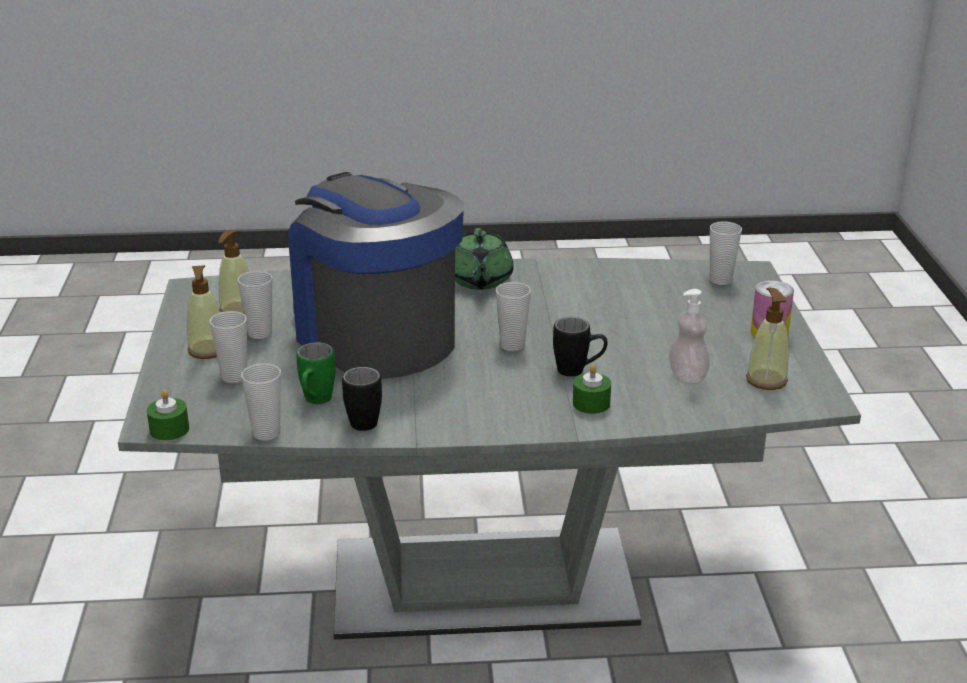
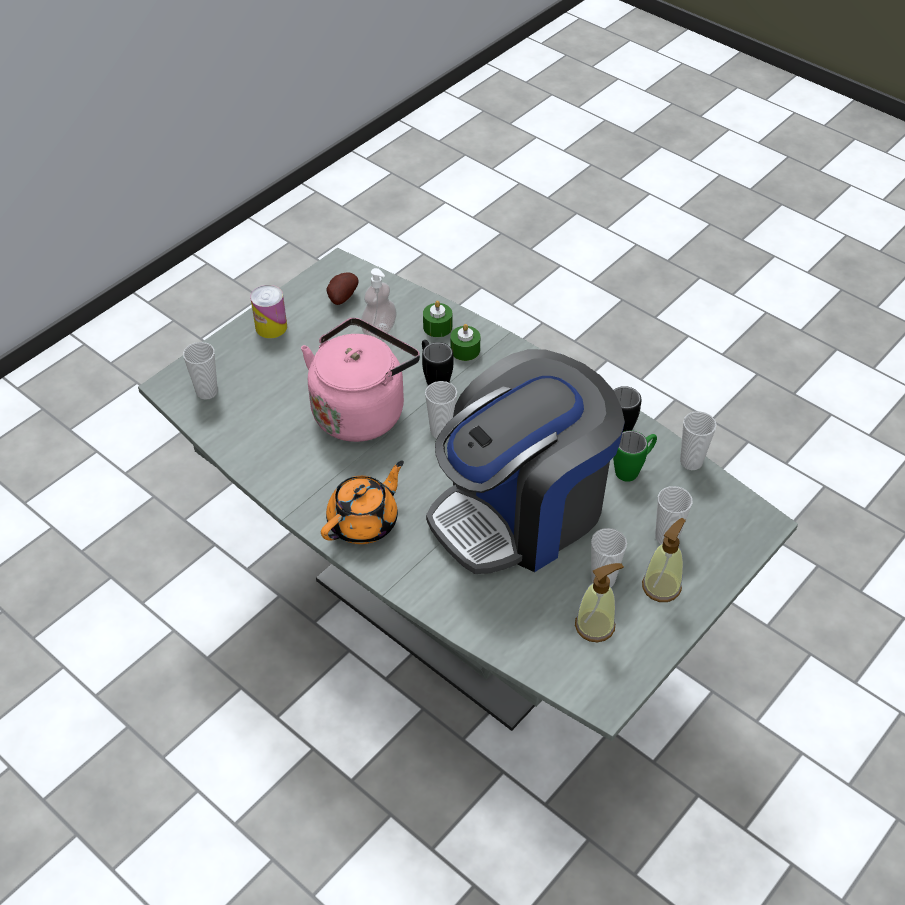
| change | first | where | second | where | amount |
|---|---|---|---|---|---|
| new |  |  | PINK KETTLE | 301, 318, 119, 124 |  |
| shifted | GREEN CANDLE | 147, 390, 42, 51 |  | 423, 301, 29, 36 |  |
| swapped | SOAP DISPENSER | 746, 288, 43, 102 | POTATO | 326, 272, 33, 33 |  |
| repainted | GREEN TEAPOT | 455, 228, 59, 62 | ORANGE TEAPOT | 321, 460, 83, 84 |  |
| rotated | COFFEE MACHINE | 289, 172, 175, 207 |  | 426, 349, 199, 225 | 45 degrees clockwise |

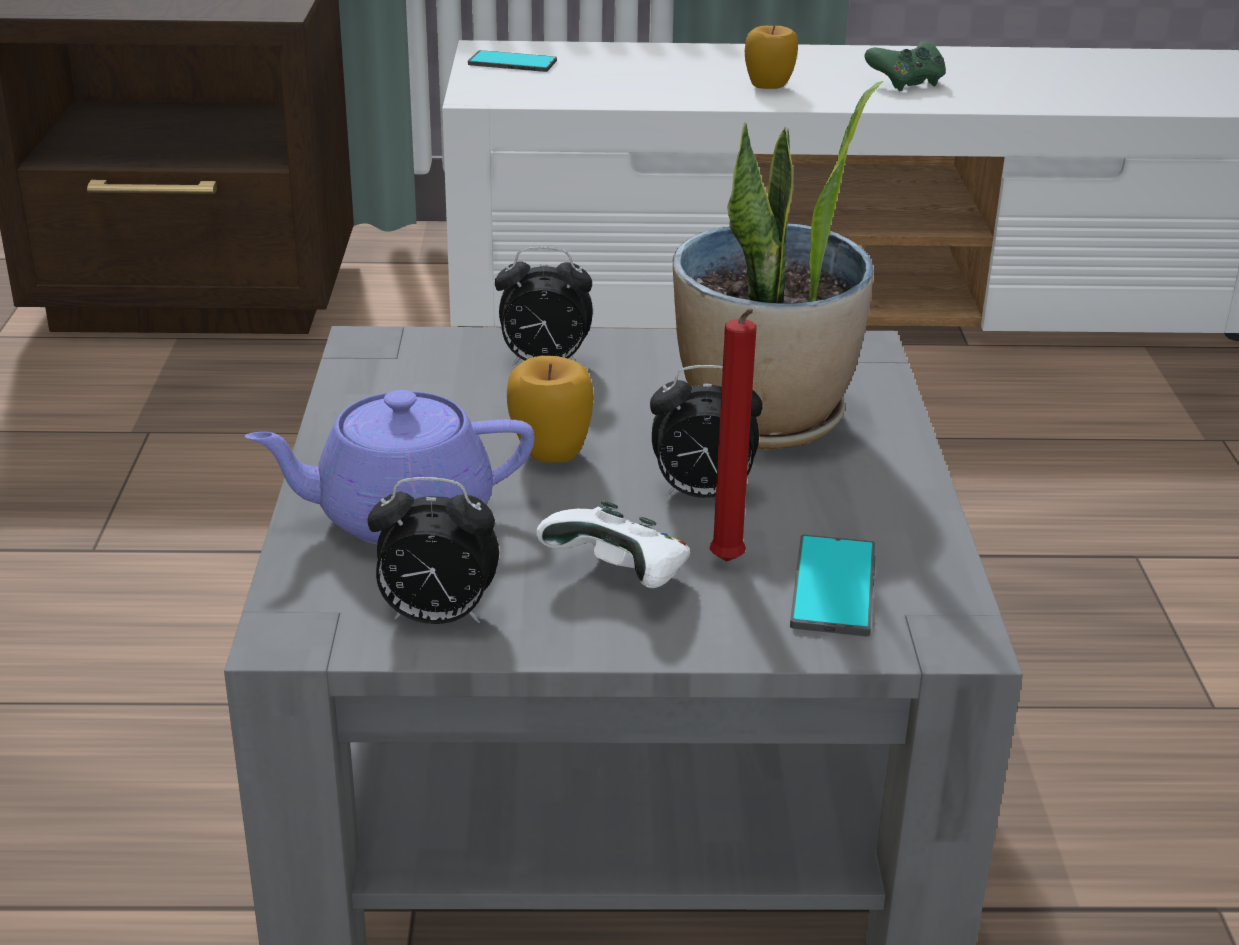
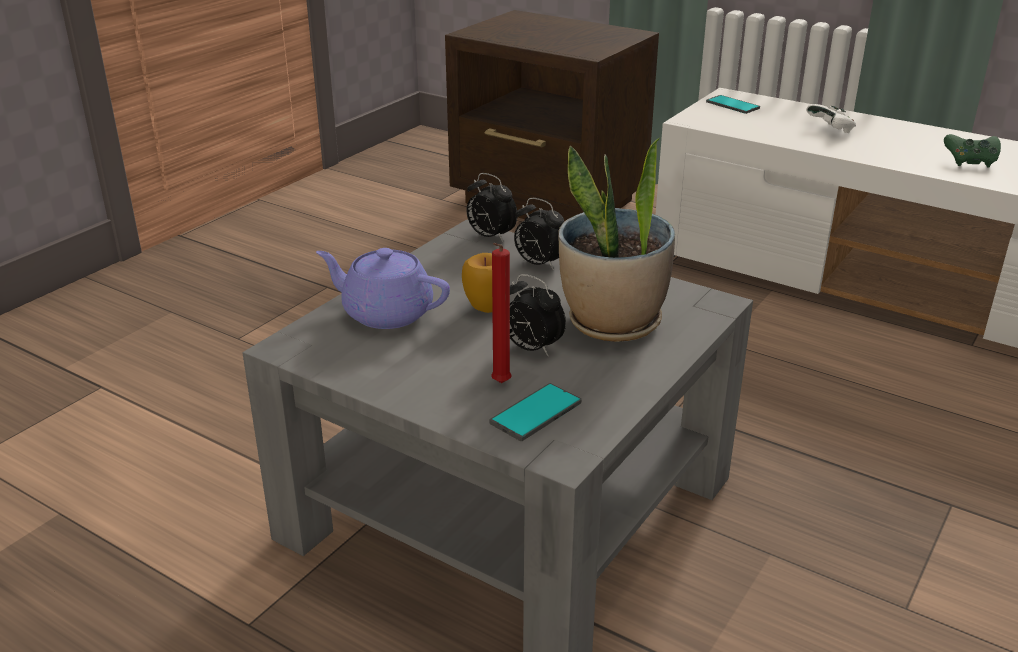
| change | first | where | second | where | amount |
|---|---|---|---|---|---|
| gone | APPLE | 745, 26, 53, 63 |  |  |  |
| shifted | ALARM CLOCK | 367, 477, 132, 147 |  | 466, 173, 51, 69 |  |
| shifted | WHITE GAME CONTROLLER | 536, 501, 154, 87 |  | 806, 104, 50, 29 |  |

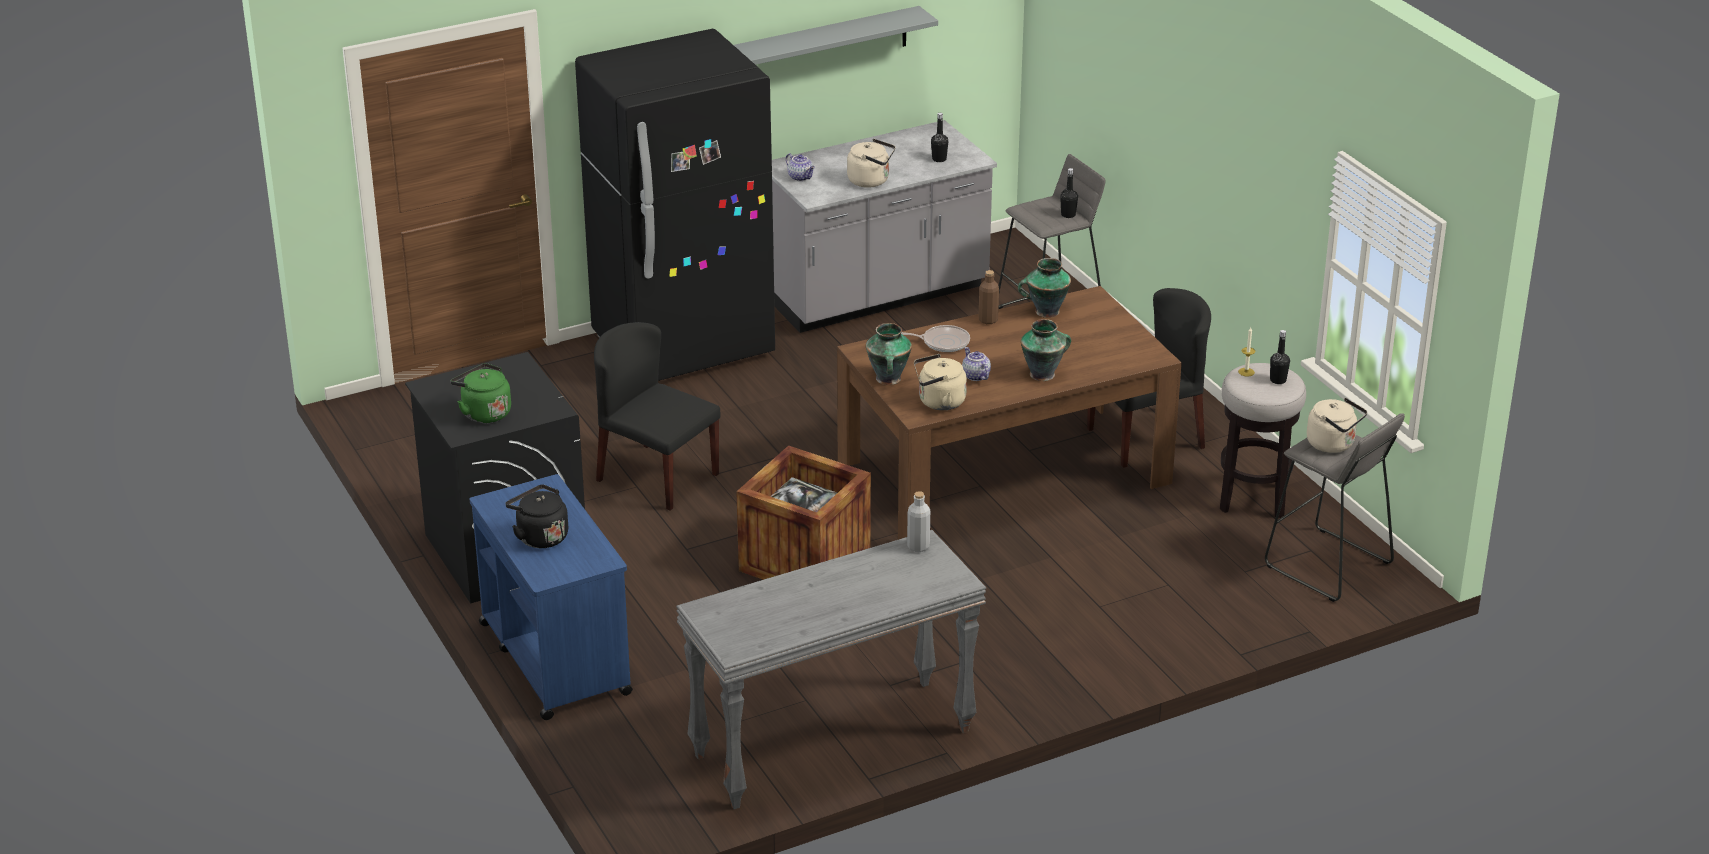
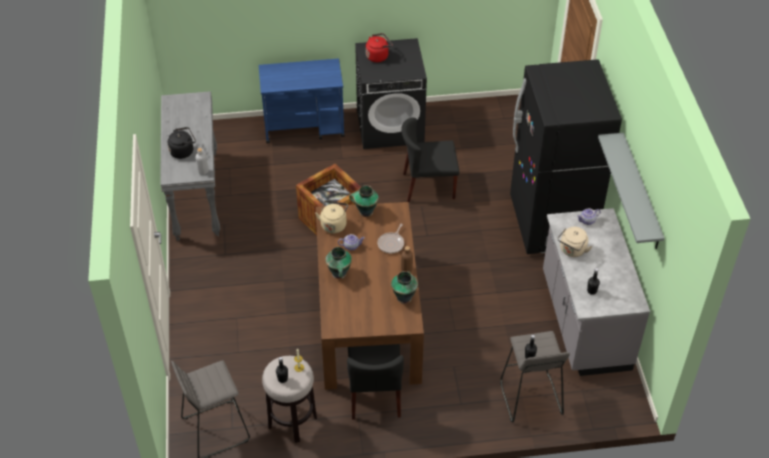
| change | first | where | second | where | amount |
|---|---|---|---|---|---|
| gone | BEIGE KETTLE | 1307, 398, 60, 55 |  |  |  |
| shifted | BLACK KETTLE | 505, 484, 63, 64 |  | 168, 127, 28, 32 |  |
| repainted | GREEN KETTLE | 450, 363, 61, 60 | RED KETTLE | 366, 33, 27, 29 |  |
| rotated | BLACK CHAIR | 594, 322, 126, 189 |  | 401, 117, 58, 85 | 150 degrees counterclockwise |

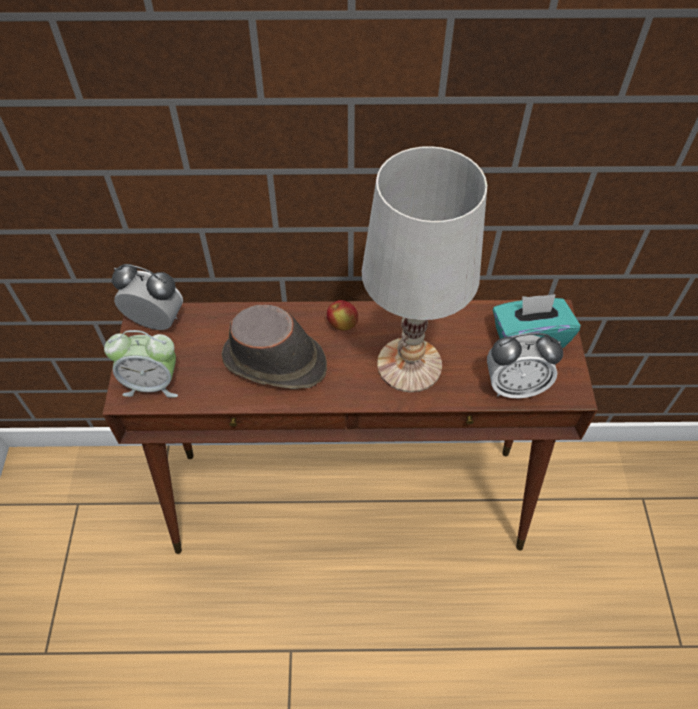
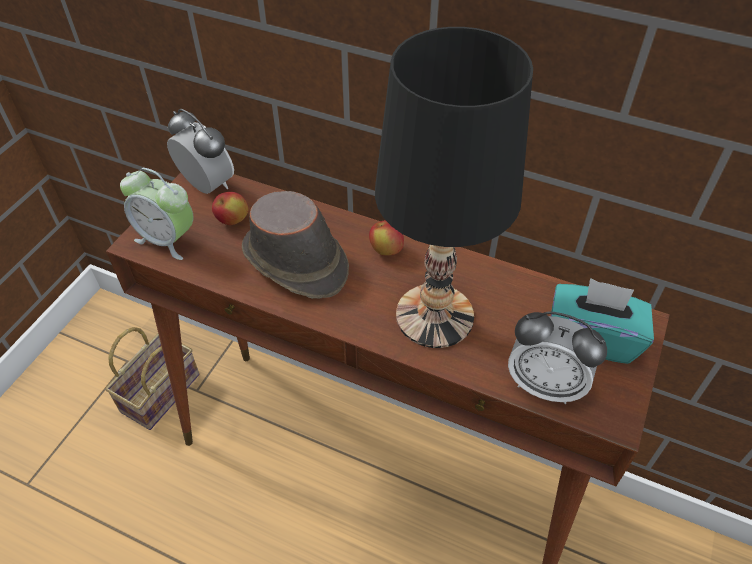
| change | first | where | second | where | amount |
|---|---|---|---|---|---|
| new |  |  | BASKET | 106, 327, 93, 103 |  |
| new |  |  | APPLE | 212, 192, 36, 33 |  |
| repainted | WHITE TABLE LAMP | 362, 146, 125, 246 | BLACK TABLE LAMP | 375, 27, 158, 321 |  |

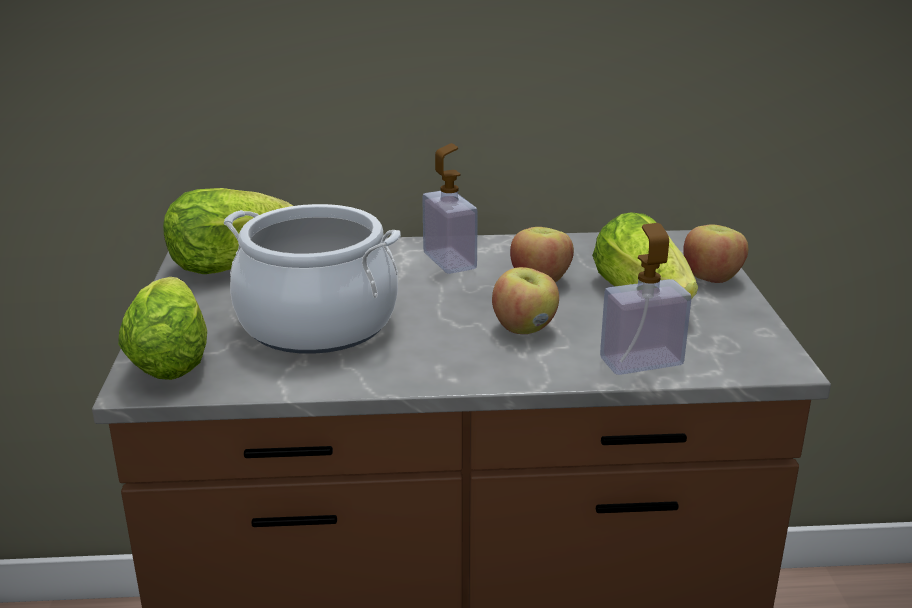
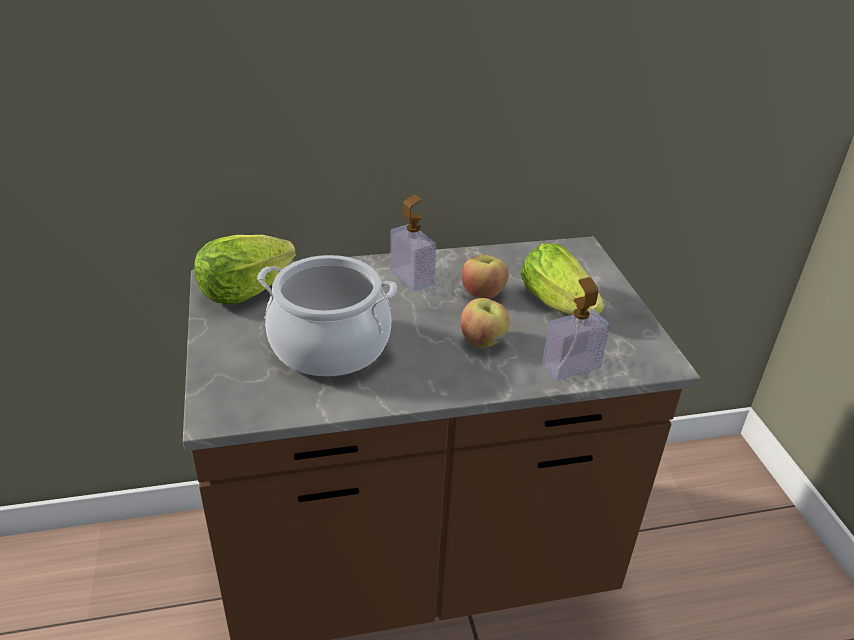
| change | first | where | second | where | amount |
|---|---|---|---|---|---|
| gone | LETTUCE | 118, 277, 89, 103 |  |  |  |
| gone | APPLE | 683, 225, 65, 58 |  |  |  |

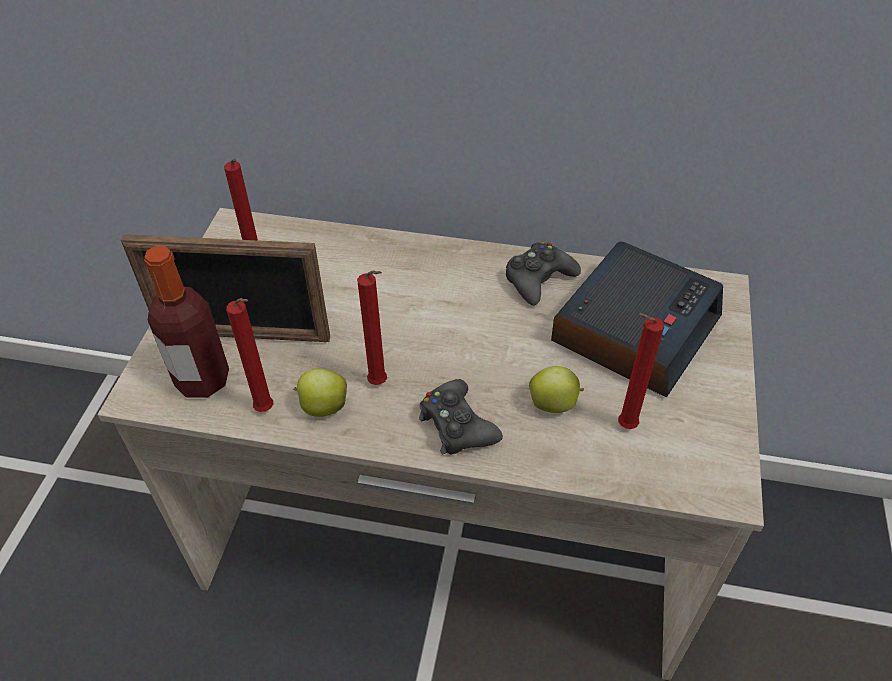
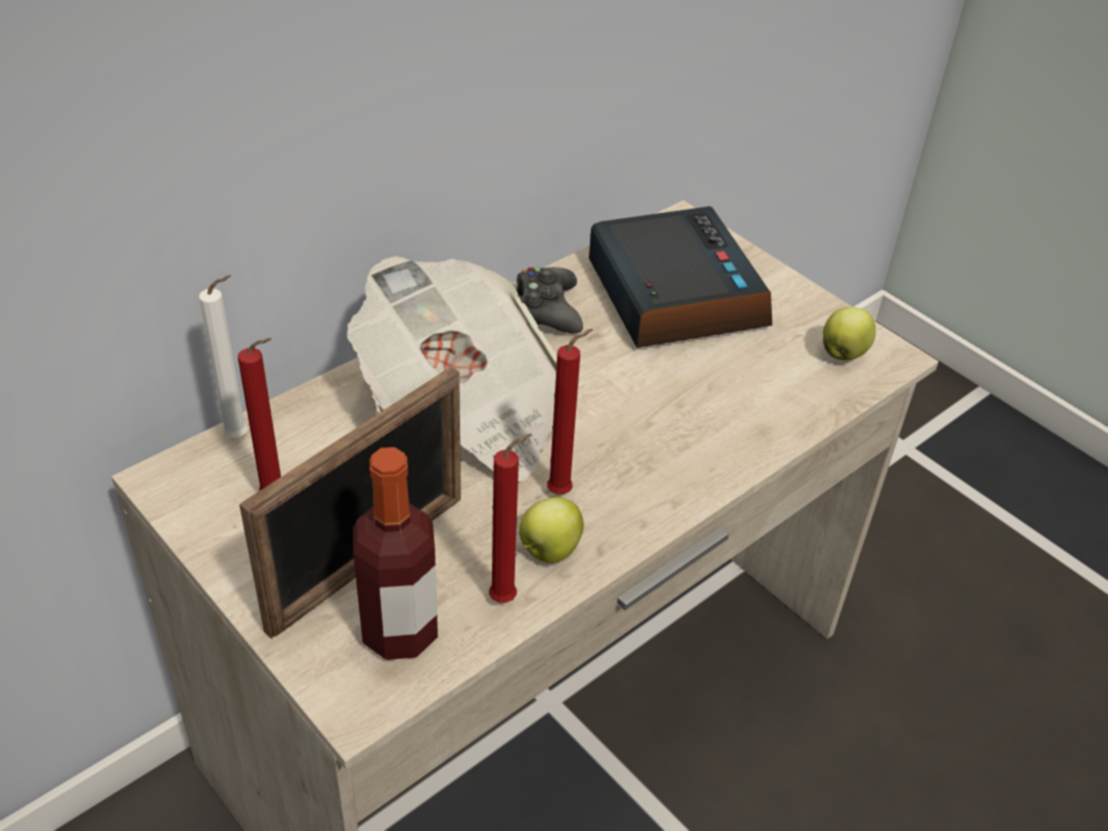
| change | first | where | second | where | amount |
|---|---|---|---|---|---|
| gone | BLACK GAME CONTROLLER | 419, 379, 84, 75 |  |  |  |
| gone | RED CANDLE | 618, 313, 46, 116 |  |  |  |
| new |  |  | WHITE CANDLE | 199, 275, 49, 163 |  |
| new |  |  | NEWSPAPER | 347, 256, 210, 225 |  |
| shifted | APPLE | 529, 366, 55, 47 |  | 823, 307, 53, 53 |  |

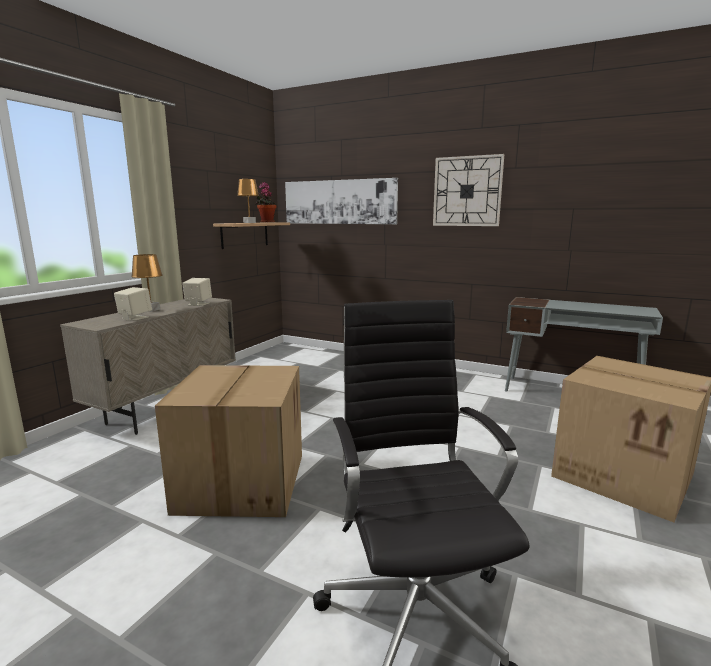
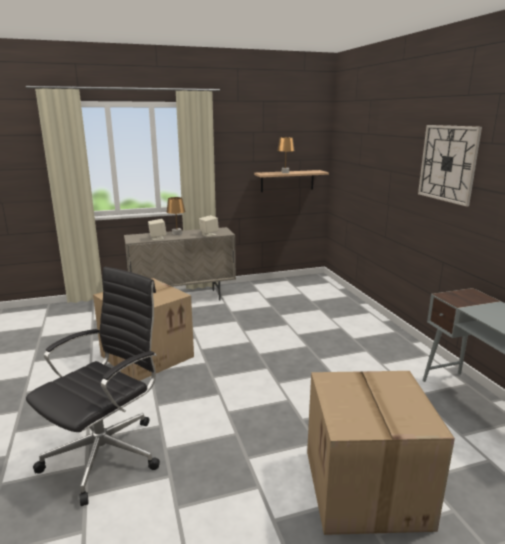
| change | first | where | second | where | amount |
|---|---|---|---|---|---|
| gone | POTTED PLANT | 255, 182, 21, 41 |  |  |  |
| gone | PICTURE | 285, 178, 113, 46 |  |  |  |

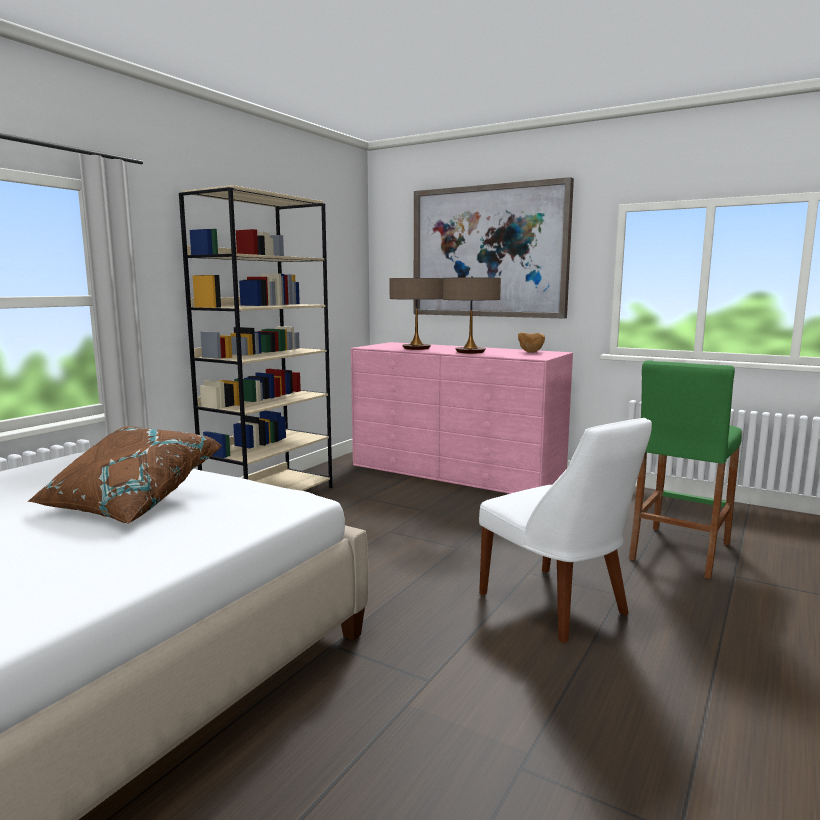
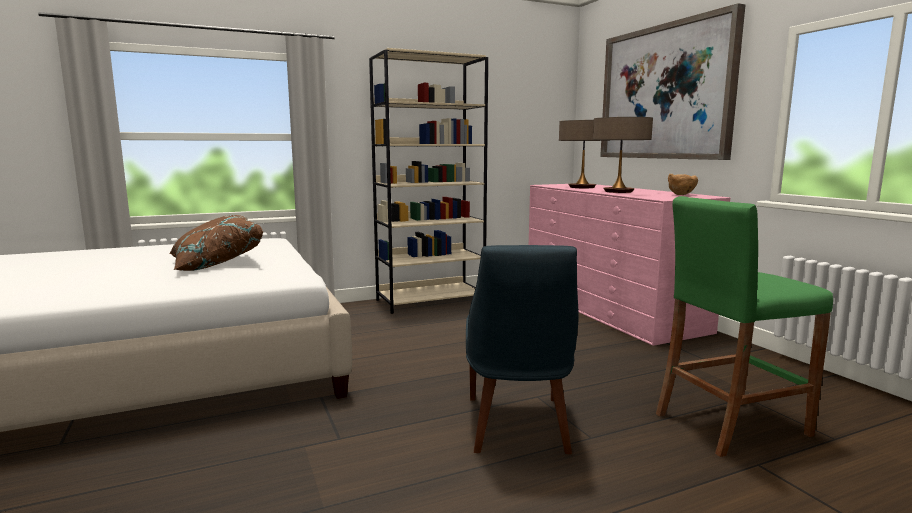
| change | first | where | second | where | amount |
|---|---|---|---|---|---|
| repainted | WHITE CHAIR | 479, 418, 173, 225 | BLUE CHAIR | 466, 245, 113, 209 |  |

